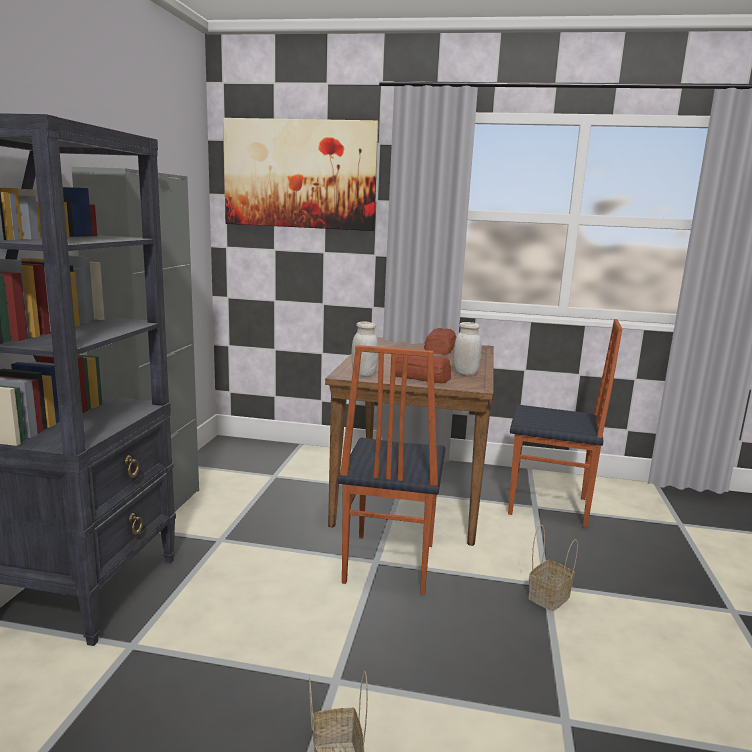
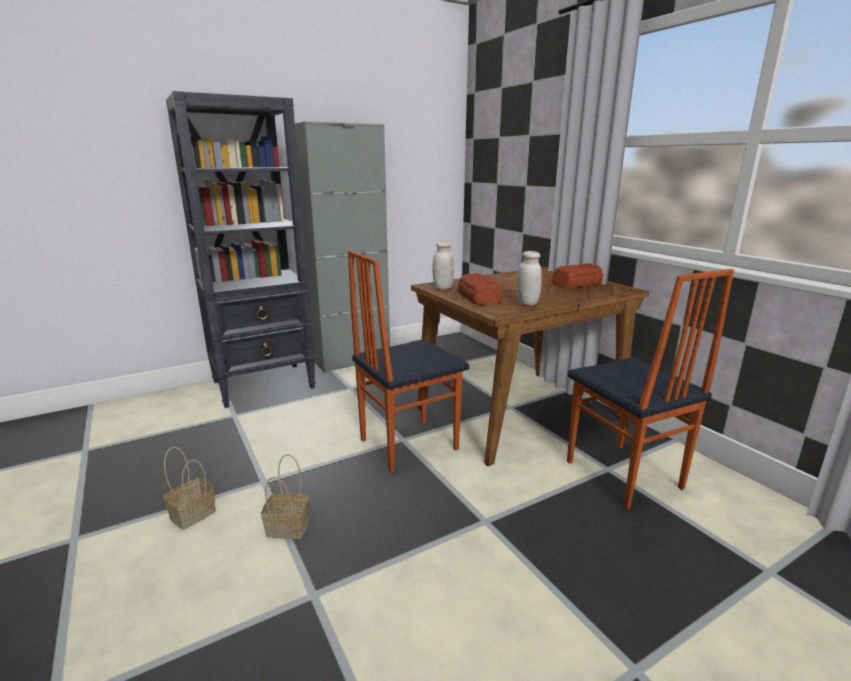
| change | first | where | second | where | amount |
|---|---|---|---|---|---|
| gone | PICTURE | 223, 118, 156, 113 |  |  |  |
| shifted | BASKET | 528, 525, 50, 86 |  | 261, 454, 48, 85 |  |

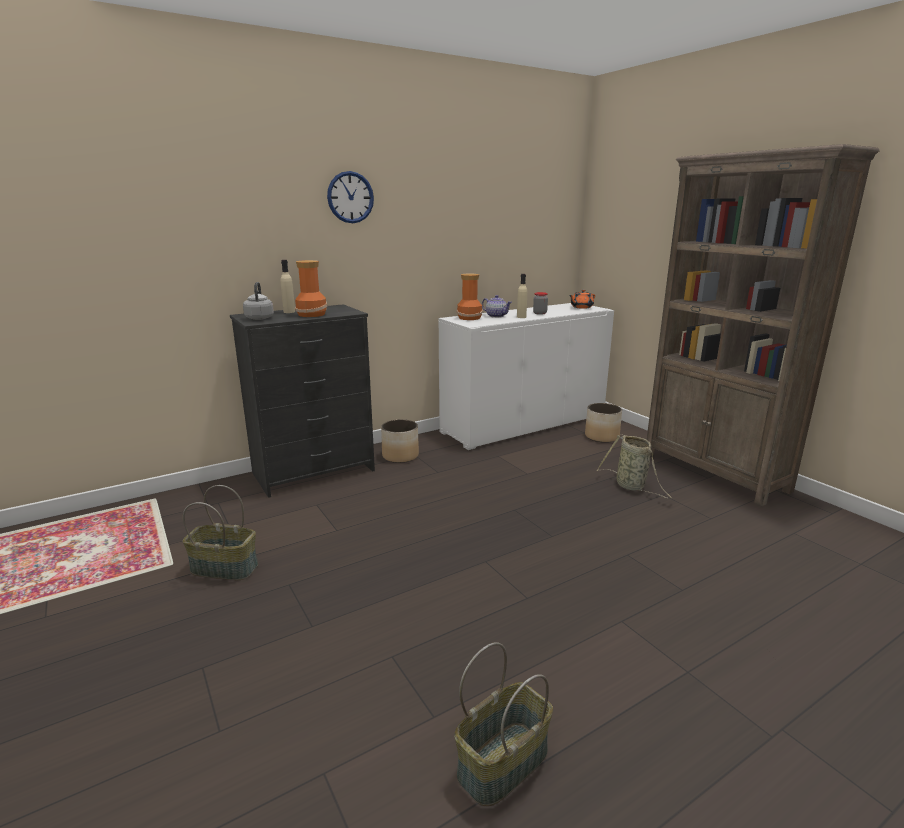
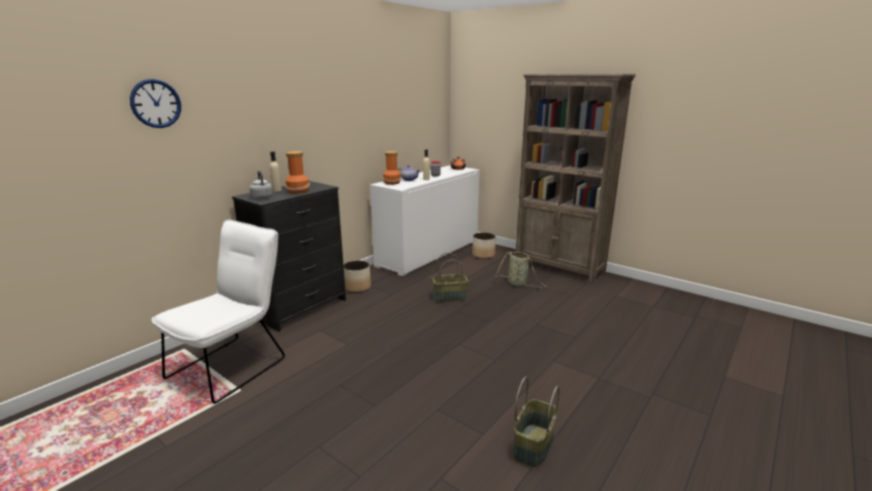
| change | first | where | second | where | amount |
|---|---|---|---|---|---|
| new |  |  | WHITE CHAIR | 151, 220, 134, 184 |  |
| shifted | BASKET | 183, 485, 75, 95 |  | 432, 253, 36, 49 |  |
| shifted | WALL CLOCK | 327, 171, 47, 52 |  | 130, 79, 51, 49 |  |

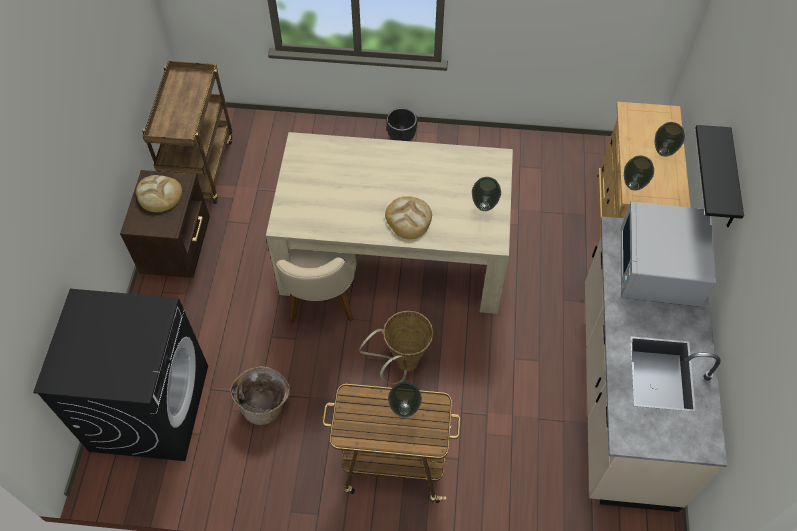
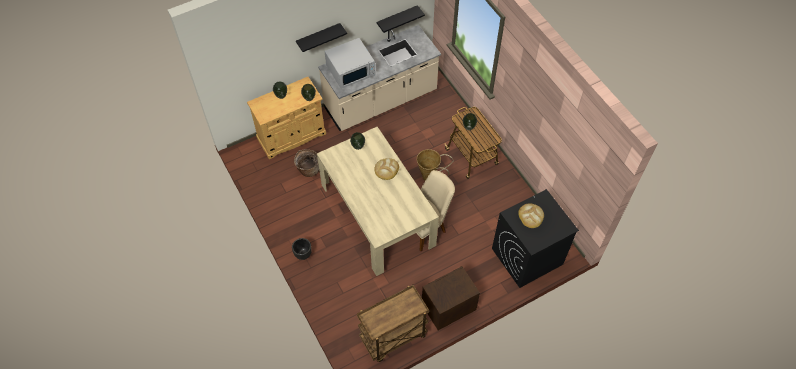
| change | first | where | second | where | amount |
|---|---|---|---|---|---|
| new |  |  | BLACK SHELF | 377, 5, 48, 28 |  |
| shifted | BREAD | 136, 175, 46, 37 |  | 518, 203, 26, 25 |  |
| shifted | BASKET | 230, 366, 61, 59 |  | 294, 150, 25, 27 |  |

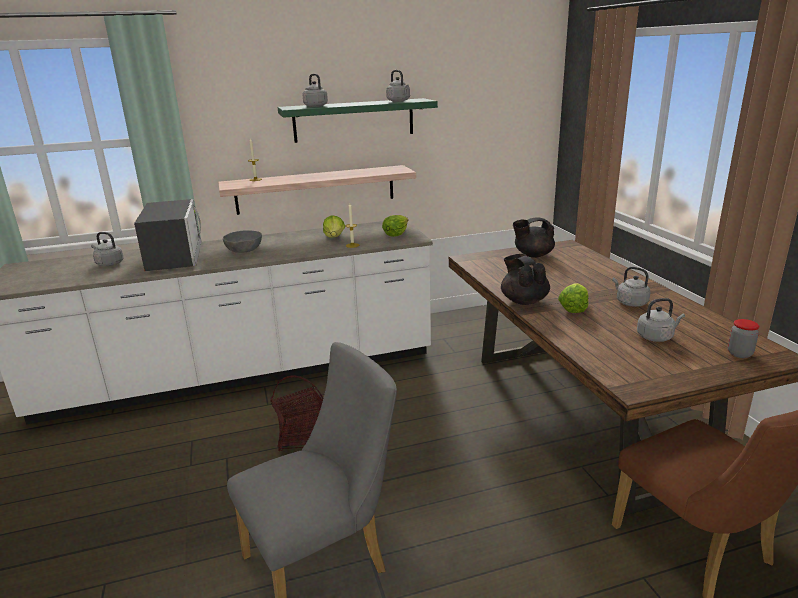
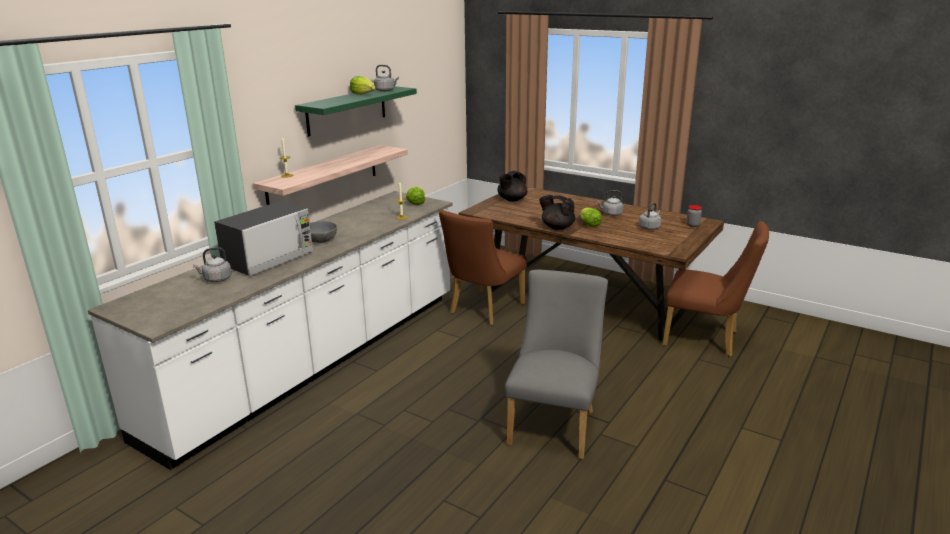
| change | first | where | second | where | amount |
|---|---|---|---|---|---|
| gone | BASKET | 270, 376, 53, 75 |  |  |  |
| gone | GREY KETTLE | 302, 74, 26, 33 |  |  |  |
| new |  |  | BROWN CHAIR | 439, 210, 88, 115 |  |
| shifted | LETTUCE | 323, 215, 22, 23 |  | 350, 76, 25, 19 |  |
| rotated | MICROWAVE | 134, 199, 67, 72 |  | 214, 201, 99, 75 | 90 degrees clockwise |

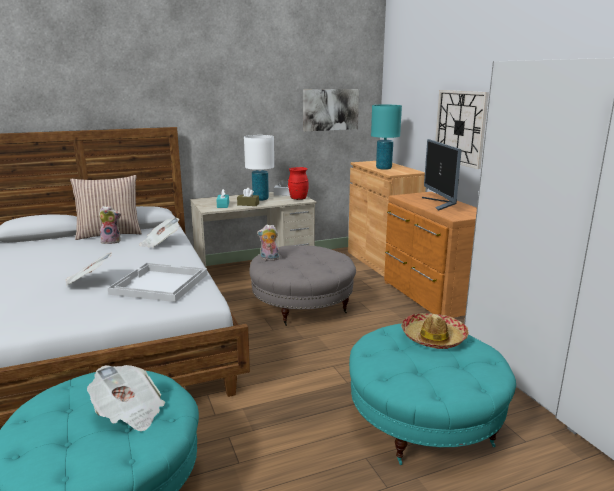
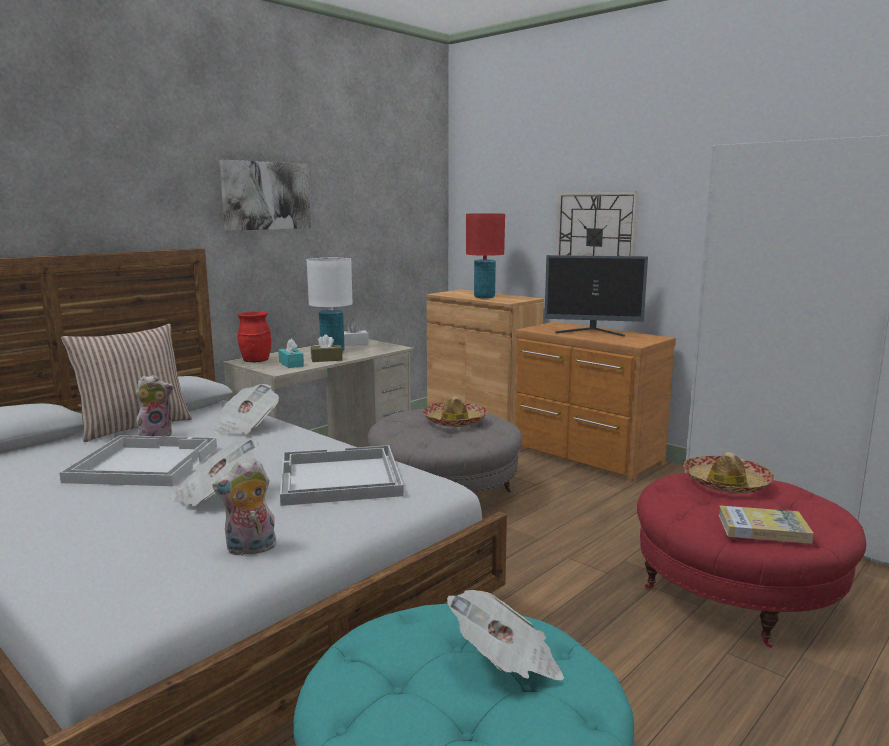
| change | first | where | second | where | amount |
|---|---|---|---|---|---|
| new |  |  | WHITE TRAY | 59, 435, 158, 51 |  |
| new |  |  | HAT | 422, 397, 66, 30 |  |
| new |  |  | BOOK | 718, 505, 96, 39 |  |
| shifted | PLUSH TOY | 257, 224, 23, 37 |  | 212, 459, 66, 97 |  |
| shifted | RED VASE | 288, 167, 21, 33 |  | 237, 311, 34, 51 |  |
| shifted | PICTURE | 303, 89, 56, 42 |  | 219, 160, 92, 71 |  |
| repainted | TURQUOISE OTTOMAN | 349, 324, 167, 141 | RED OTTOMAN | 637, 473, 229, 175 |  |
| repainted | TURQUOISE TABLE LAMP | 371, 105, 31, 65 | RED TABLE LAMP | 466, 213, 39, 85 |  |
| rotated | MONITOR | 422, 139, 40, 72 |  | 544, 255, 104, 82 | 45 degrees counterclockwise |

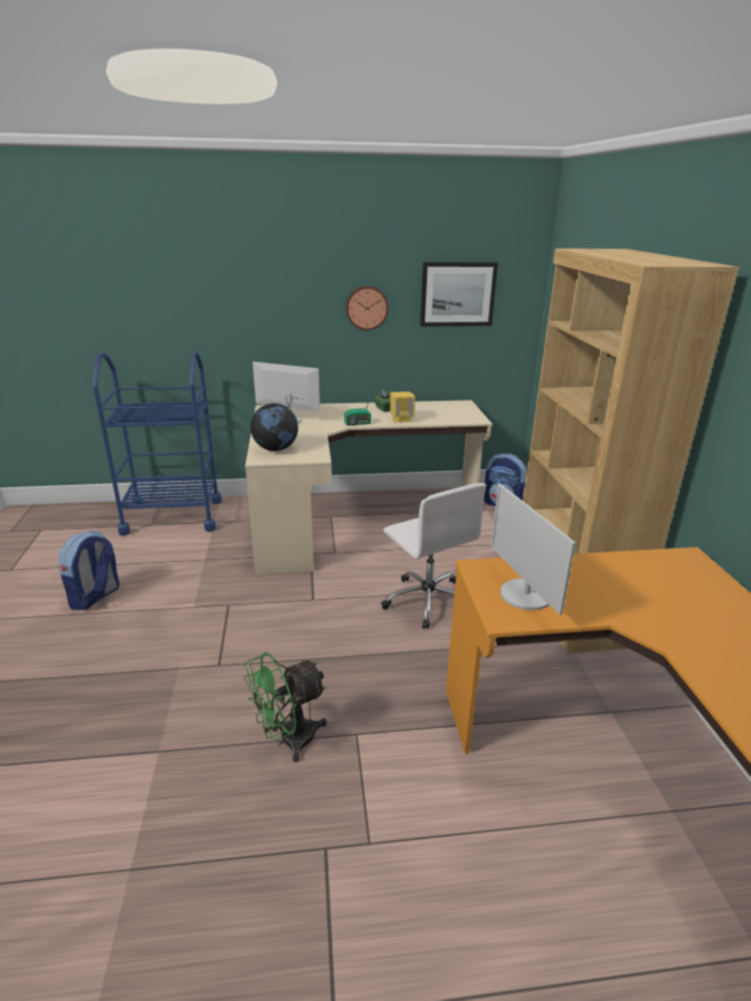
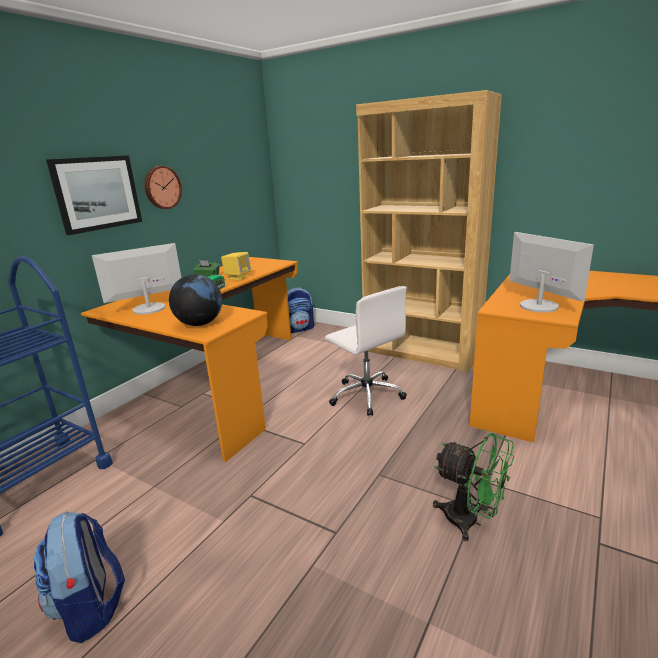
| change | first | where | second | where | amount |
|---|---|---|---|---|---|
| shifted | PICTURE | 420, 262, 78, 65 |  | 46, 155, 96, 80 |  |
| repainted | BEIGE DESK | 245, 400, 247, 174 | ORANGE DESK | 81, 257, 217, 205 |  |
| rotated | GREEN FAN | 244, 652, 83, 110 |  | 433, 433, 81, 108 | 60 degrees counterclockwise |
| rotated | WHITE OFFICE CHAIR | 381, 483, 105, 146 |  | 325, 286, 82, 130 | 45 degrees clockwise |
| rotated | MONITOR | 491, 484, 85, 131 |  | 509, 232, 85, 80 | 135 degrees counterclockwise |

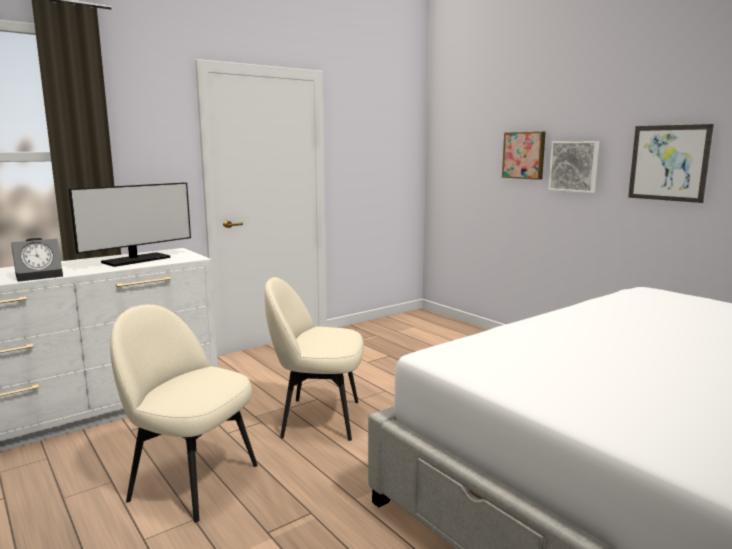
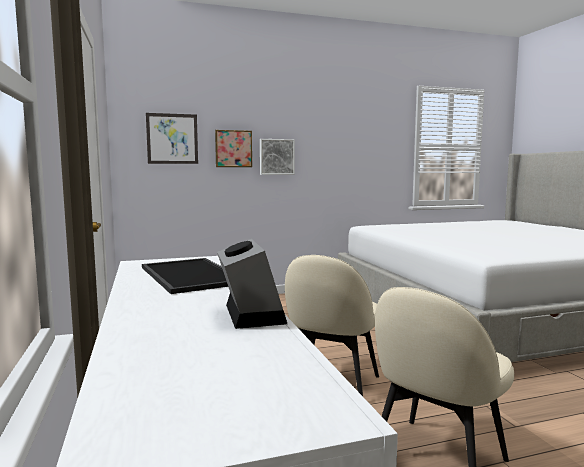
| change | first | where | second | where | amount |
|---|---|---|---|---|---|
| shifted | PICTURE | 628, 124, 86, 79 |  | 146, 113, 52, 51 |  |
| swapped | MONITOR | 69, 182, 122, 85 | TRAY | 142, 258, 86, 36 |  |

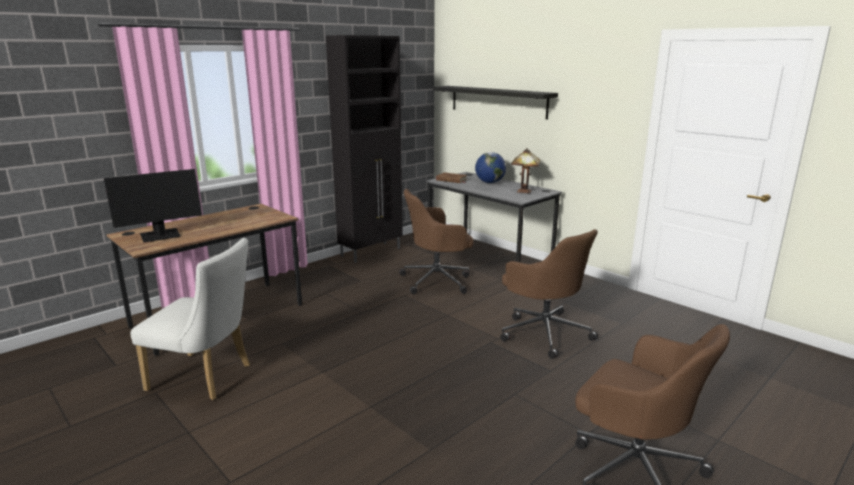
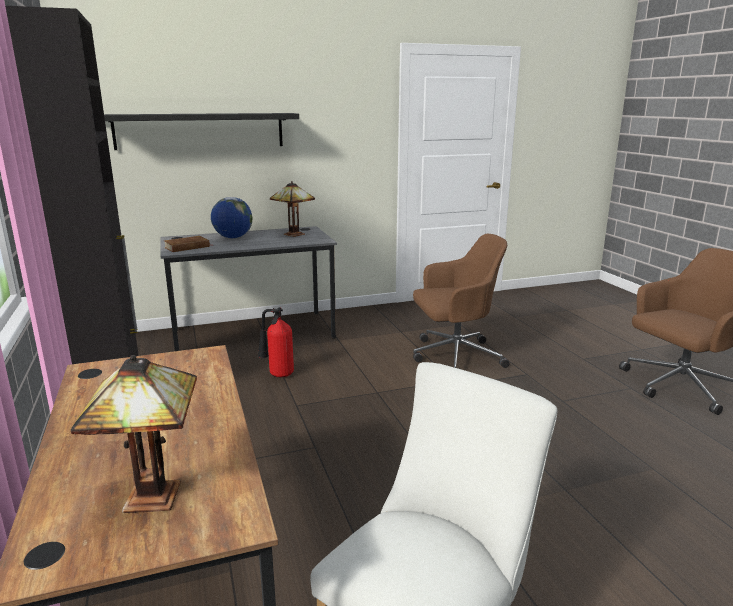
| change | first | where | second | where | amount |
|---|---|---|---|---|---|
| swapped | MONITOR | 104, 169, 98, 73 | TABLE LAMP | 71, 355, 126, 158 |  |
| swapped | BROWN OFFICE CHAIR | 399, 189, 75, 105 | FIRE EXTINGUISHER | 258, 307, 36, 70 |  |

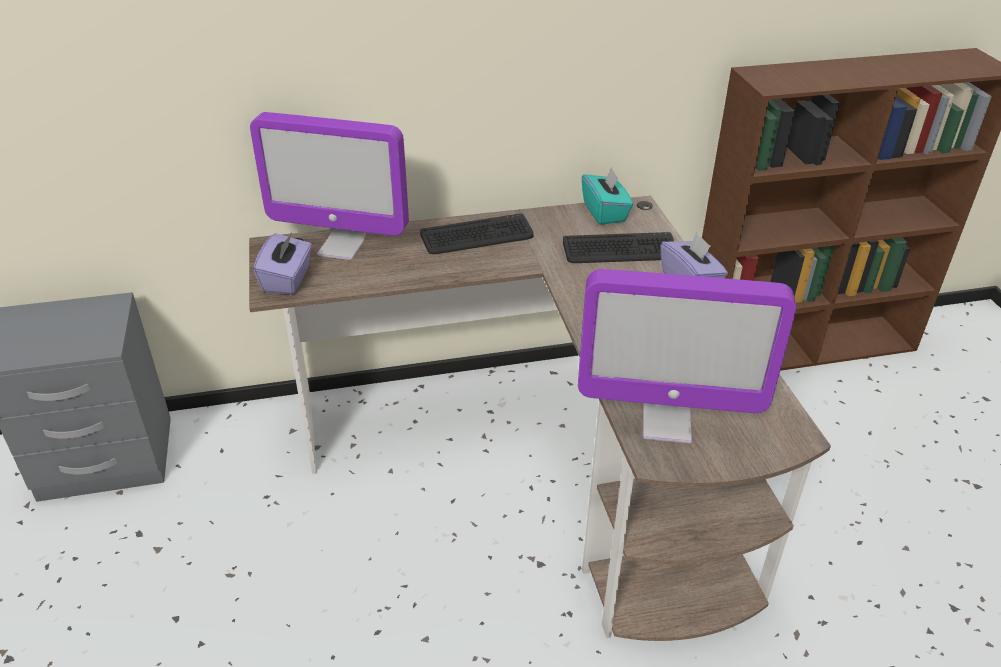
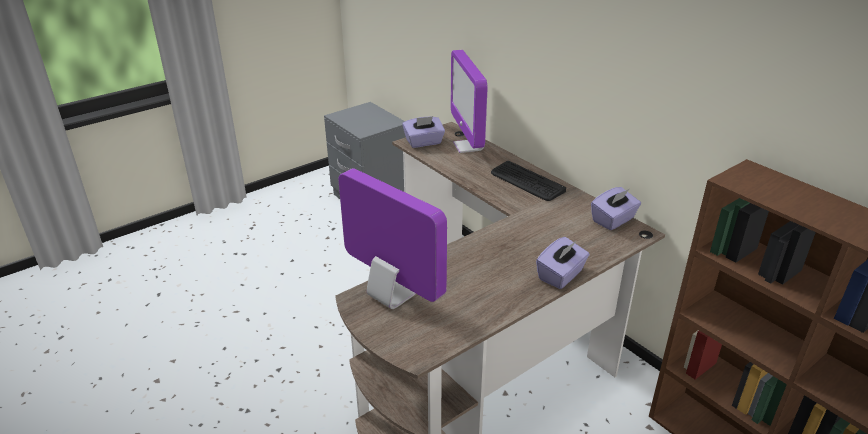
| change | first | where | second | where | amount |
|---|---|---|---|---|---|
| gone | KEYBOARD | 563, 232, 111, 31 |  |  |  |
| repainted | TURQUOISE TISSUE BOX | 582, 167, 51, 58 | PURPLE TISSUE BOX | 591, 187, 50, 43 |  |
| rotated | MONITOR | 578, 269, 218, 175 |  | 339, 168, 108, 141 | 150 degrees clockwise |

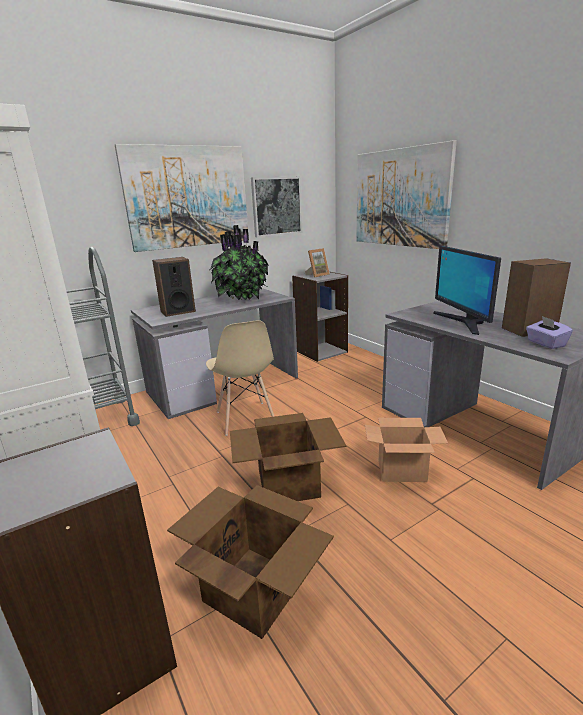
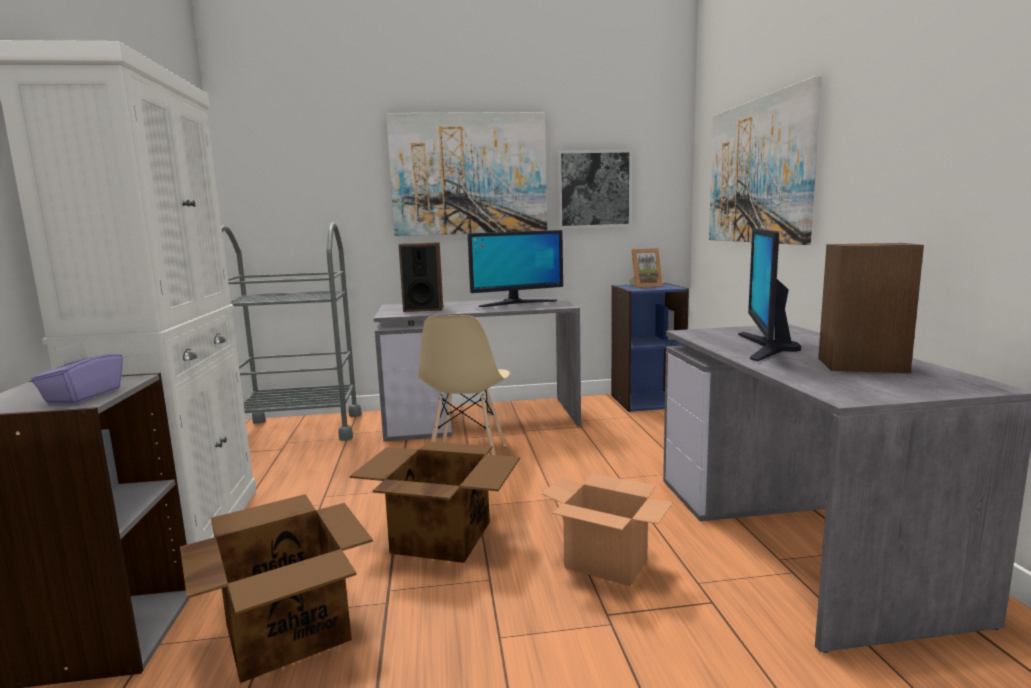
| change | first | where | second | where | amount |
|---|---|---|---|---|---|
| shifted | PURPLE TISSUE BOX | 526, 316, 47, 33 |  | 31, 342, 92, 62 |  |
| swapped | POTTED PLANT | 211, 225, 58, 75 | MONITOR | 468, 230, 95, 77 |  |
| repainted | GREY BOOKCASE | 292, 272, 56, 90 | BLUE BOOKCASE | 611, 283, 78, 129 |  |

